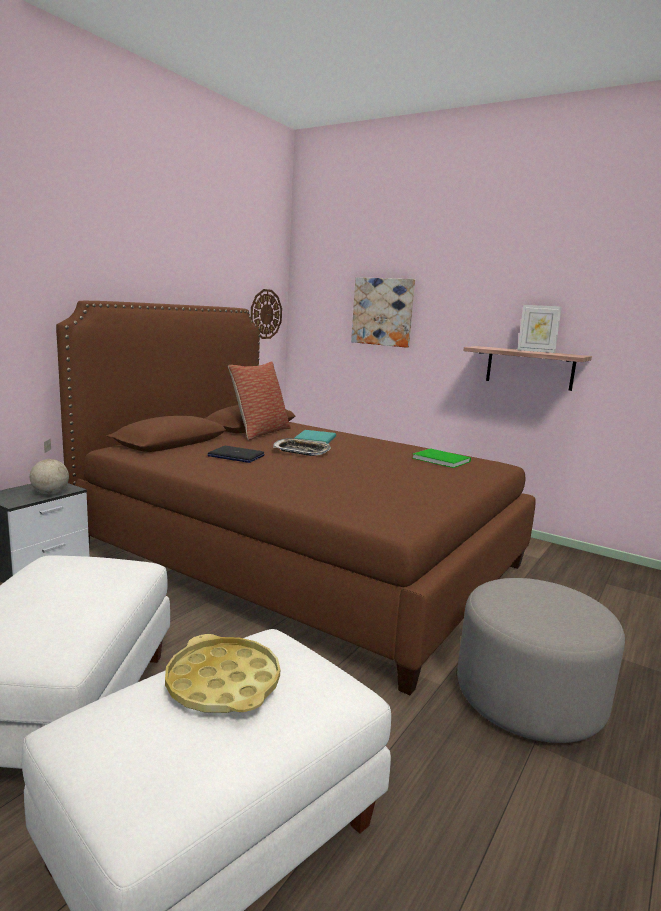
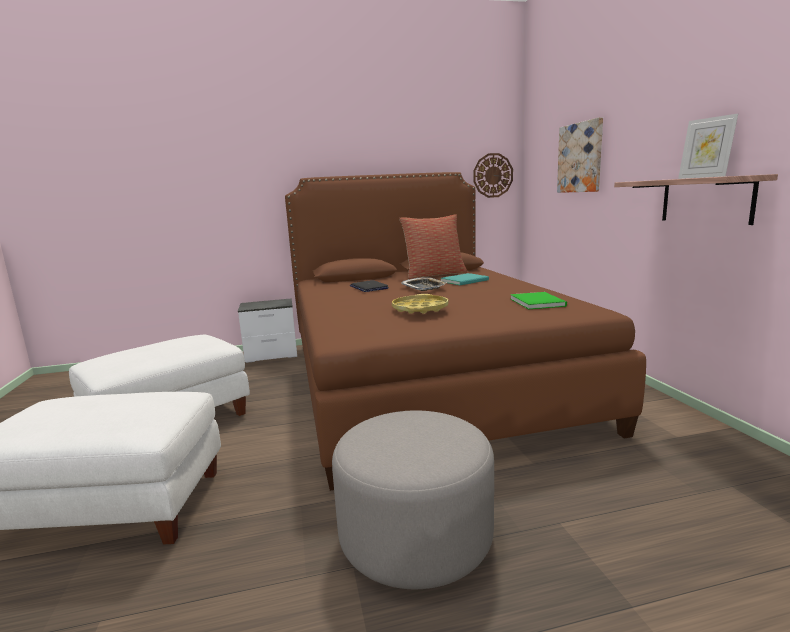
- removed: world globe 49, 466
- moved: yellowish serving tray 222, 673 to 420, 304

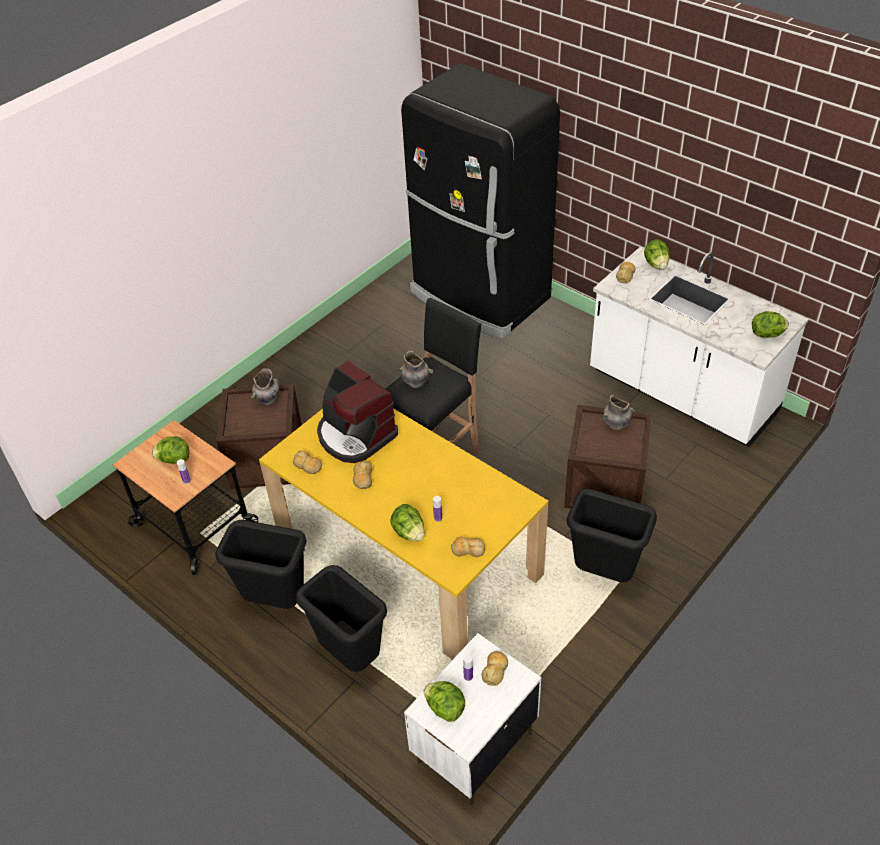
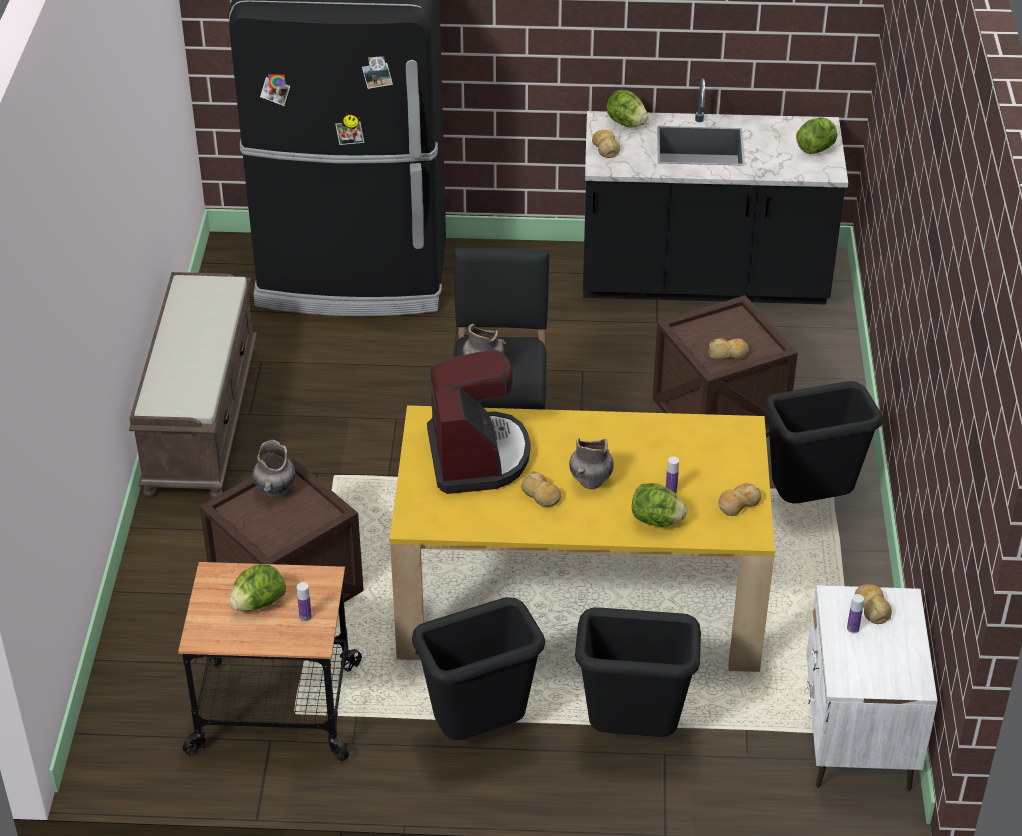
- removed: head of lettuce 444, 701
- added: brown indoor bench 193, 385
- moved: bread 307, 462 to 729, 349
- moved: grey vase 618, 412 to 591, 463
- recoloured: white counter 699, 347 to black counter 715, 191
- turned: coffee maker 357, 412 = 478, 421 105 degrees counterclockwise

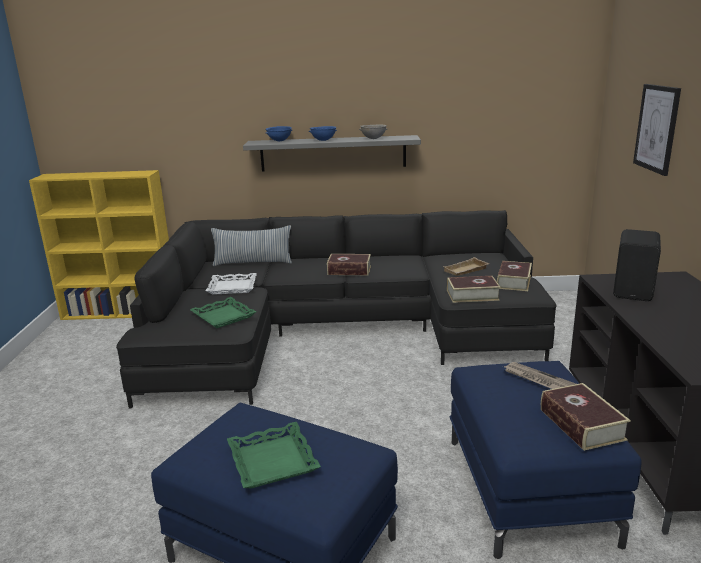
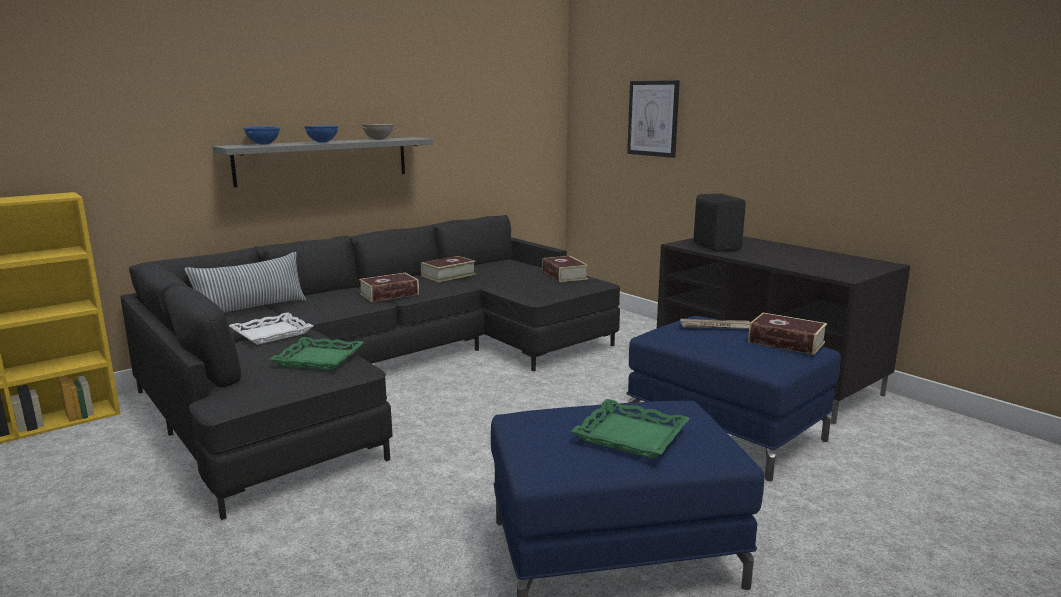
- removed: beige serving tray 466, 266
- moved: volume 473, 289 to 448, 269

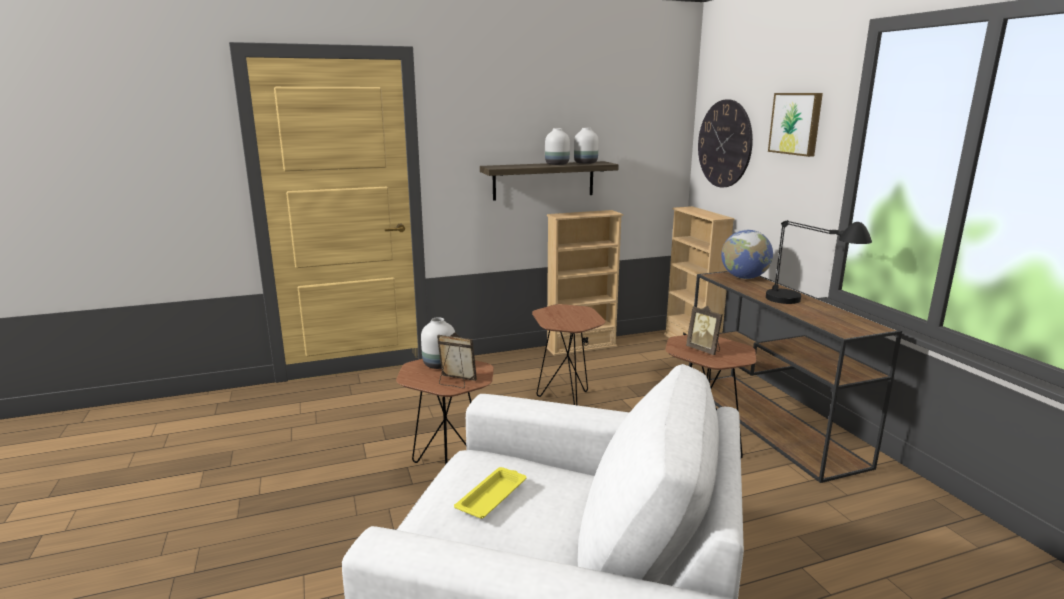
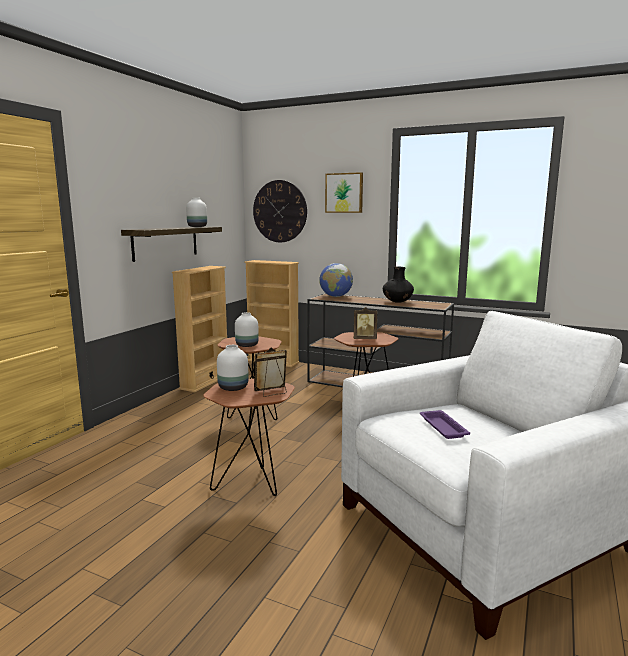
- moved: white vase 557, 146 to 247, 329
- replaced: black lamp for a table 819, 262 to black vase 398, 284
- recoloured: yellowish serving tray 490, 493 to purple-coloured serving tray 445, 424

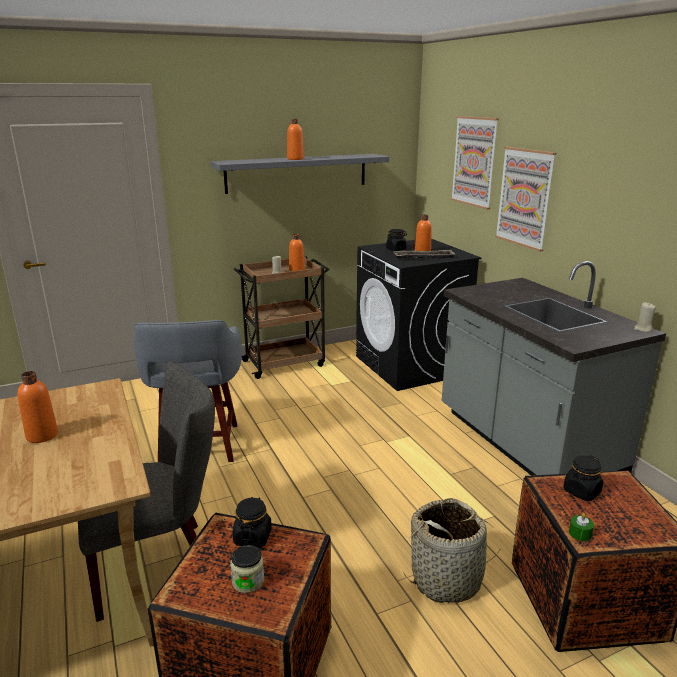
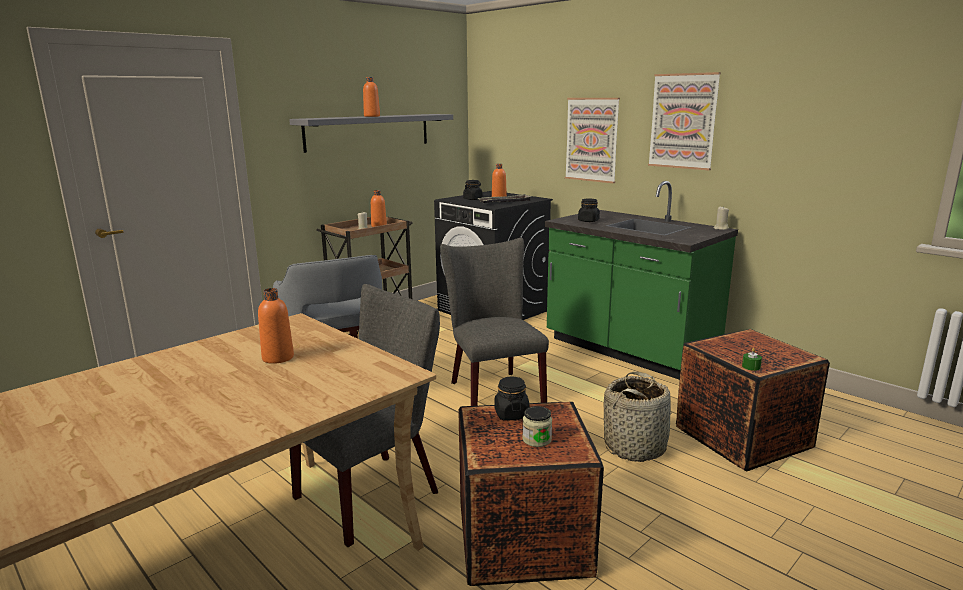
- added: grey plain chair 494, 322
- moved: wall picture 475, 162 to 684, 121
- moved: black jar 583, 478 to 589, 210
- recoloured: grey counter 554, 368 to green-coloured counter 641, 280

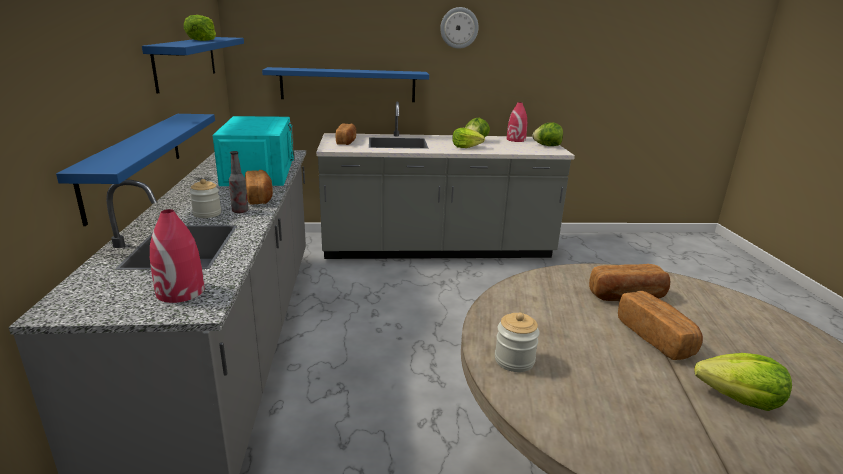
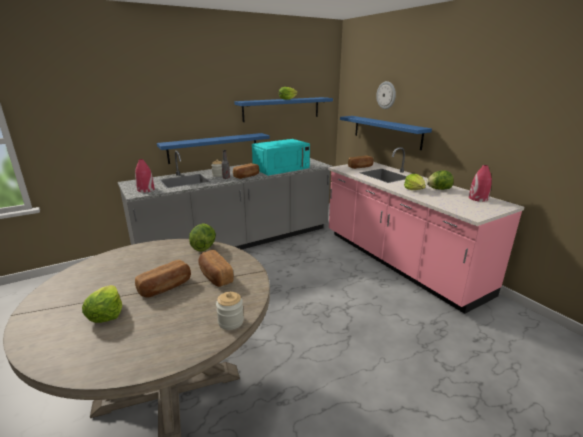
- moved: clock on the wall 459, 28 to 386, 95
- moved: jar 517, 342 to 230, 311
- moved: head of lettuce 547, 134 to 202, 237
- recoloured: grey counter 445, 180 to pink-coloured counter 426, 230

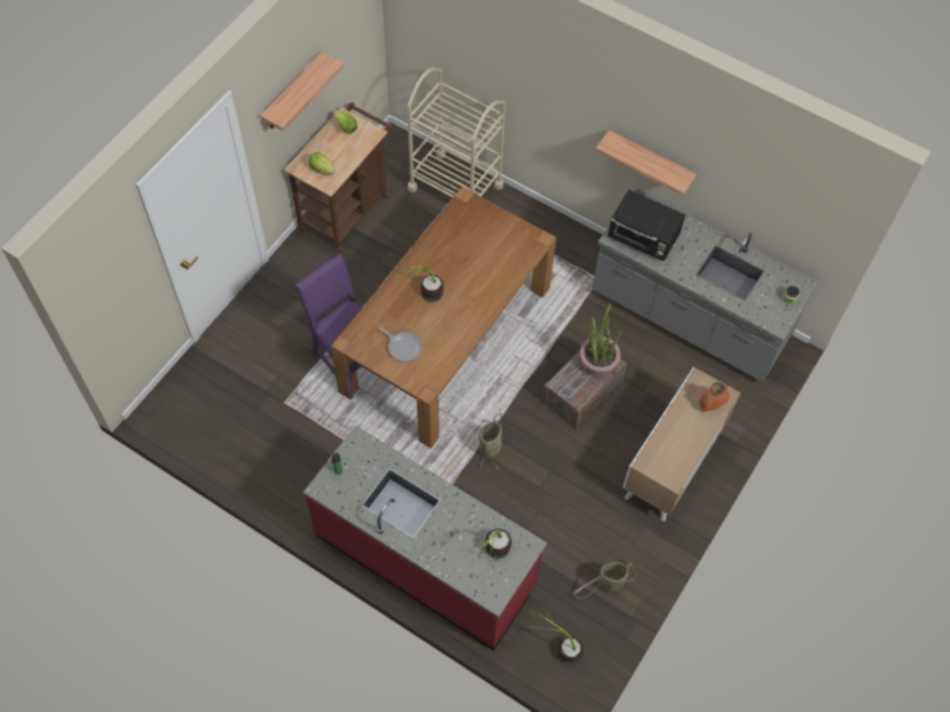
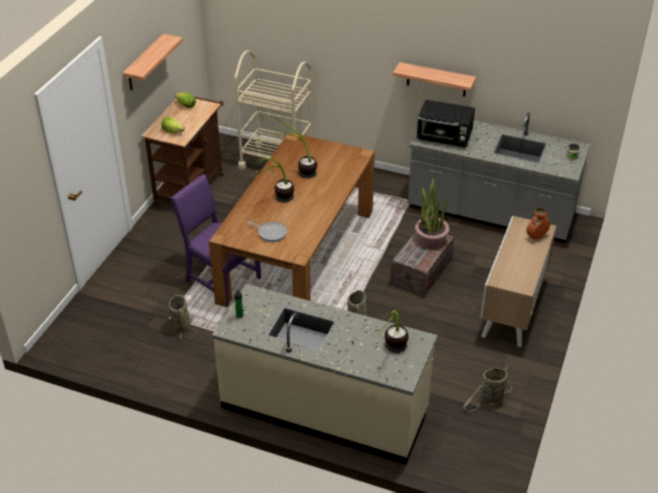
- added: basket 183, 318
- moved: plant in a pot 555, 635 to 294, 147
- recoloured: red-coloured counter 425, 538 to beige counter 325, 374

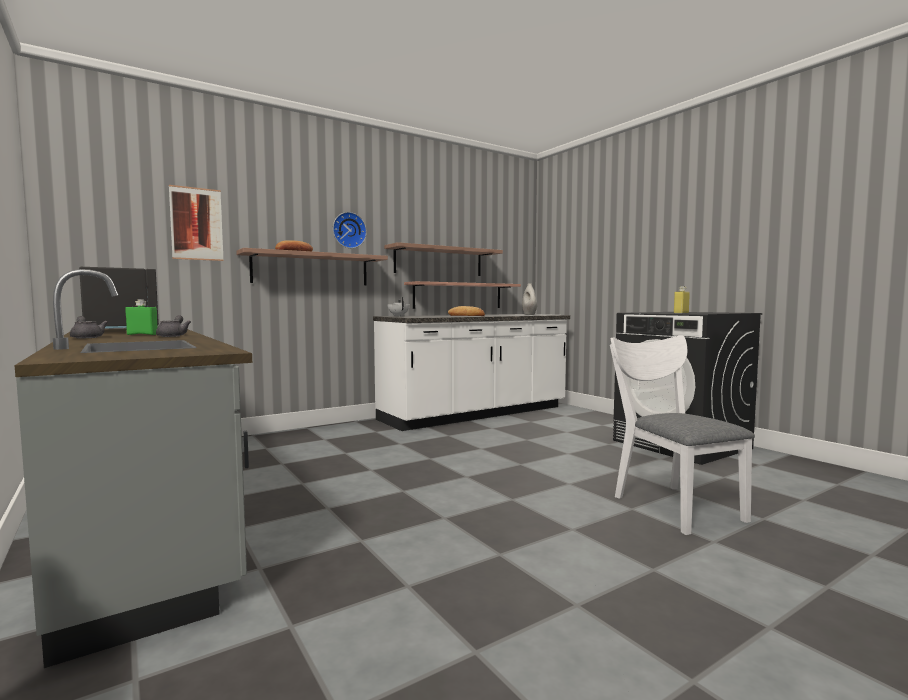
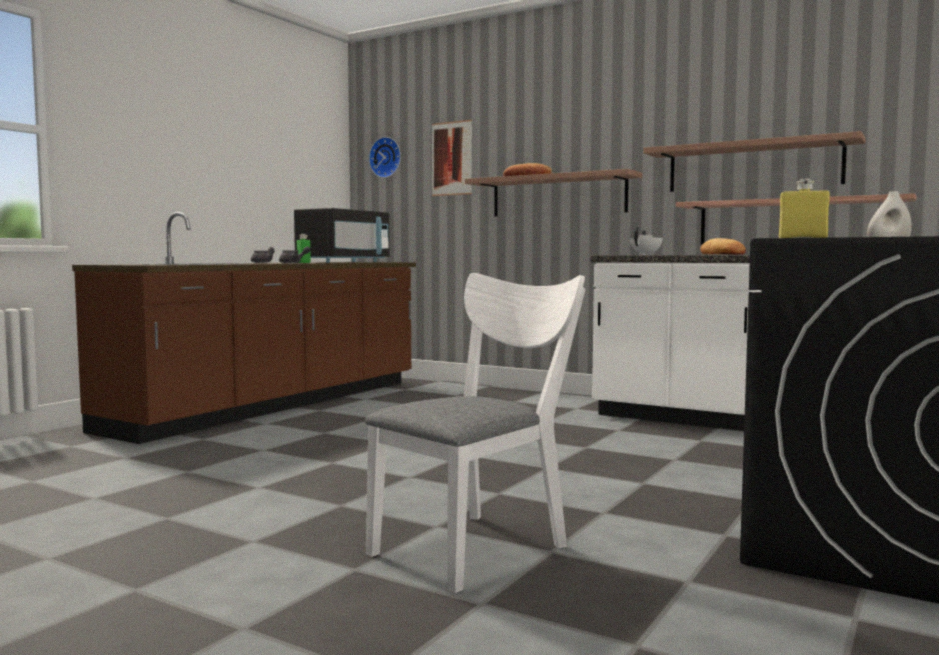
- moved: clock on the wall 350, 230 to 385, 157
- recoloured: grey counter 133, 468 to brown counter 244, 328

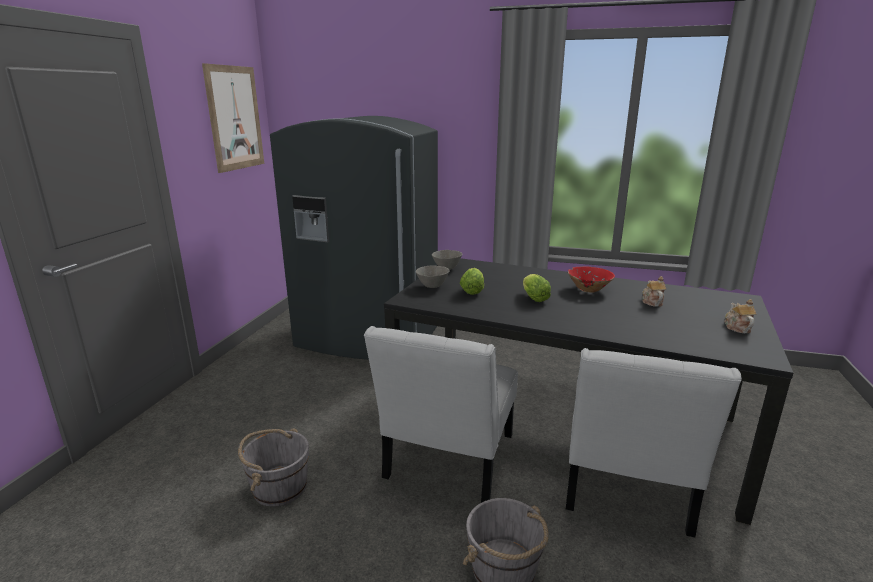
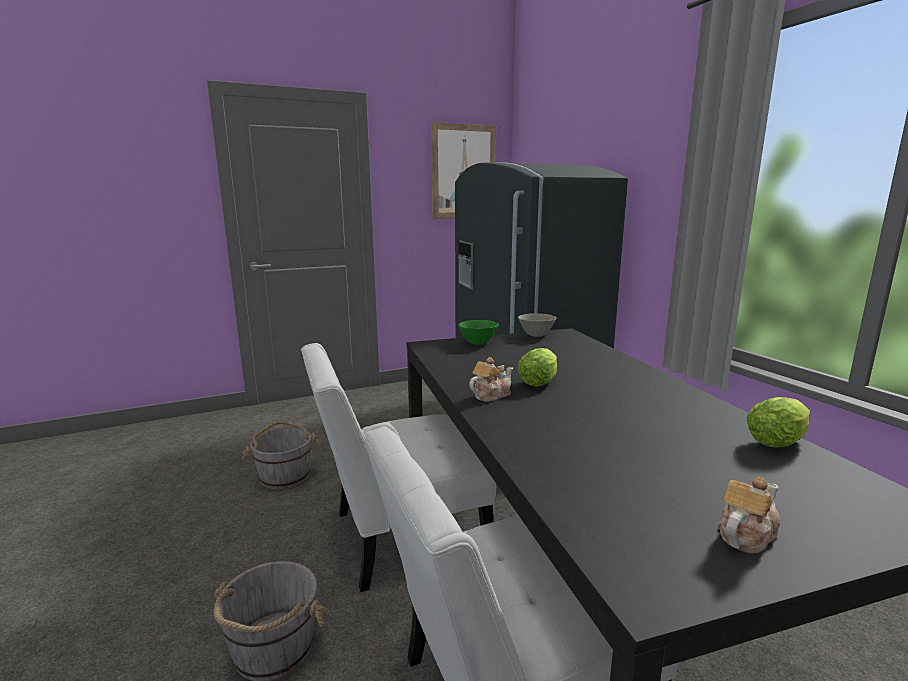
- removed: red-coloured serving bowl 591, 279
- moved: head of lettuce 472, 281 to 778, 422
- moved: tea pot 654, 291 to 491, 379
- recoloured: grey serving bowl 433, 276 to green-coloured serving bowl 478, 332

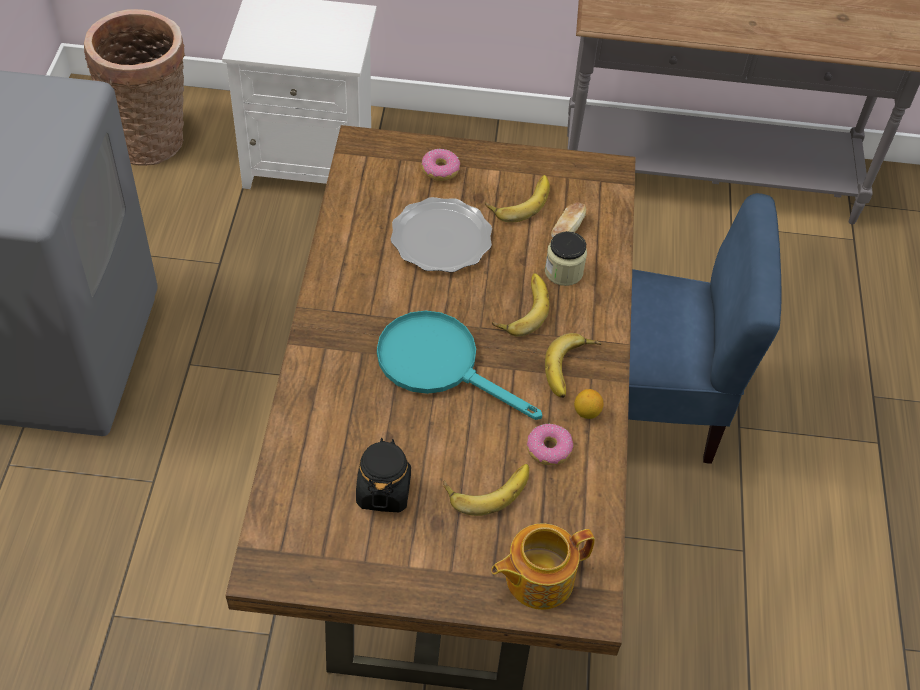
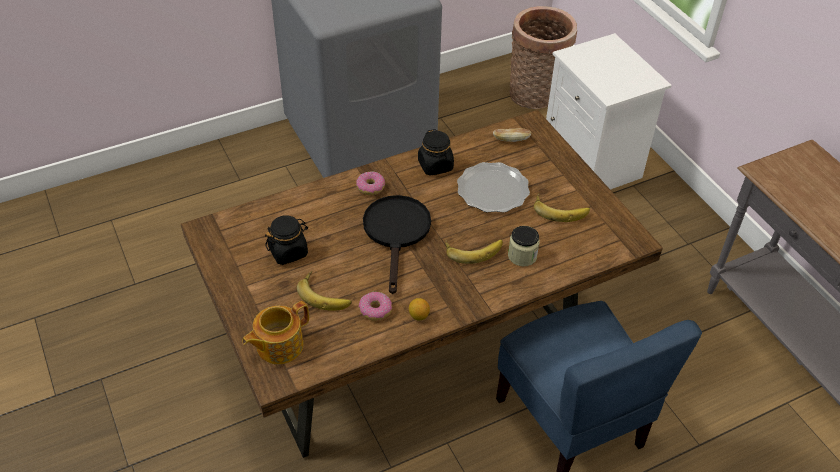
- removed: banana 573, 365
- added: black jar 436, 152
- moved: donut 440, 165 to 370, 183
- moved: bread 568, 219 to 512, 135
- recoloured: blue-green pan 459, 365 to black pan 397, 244
- turned: tea pot 543, 567 = 275, 332 75 degrees counterclockwise

